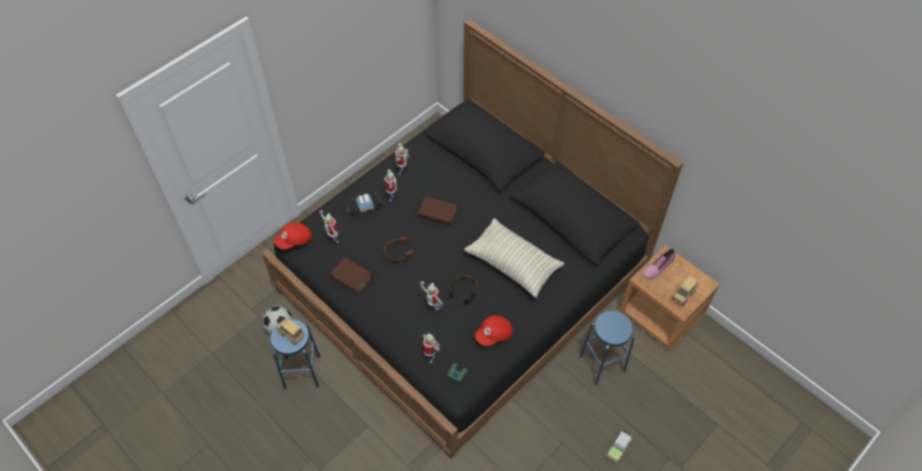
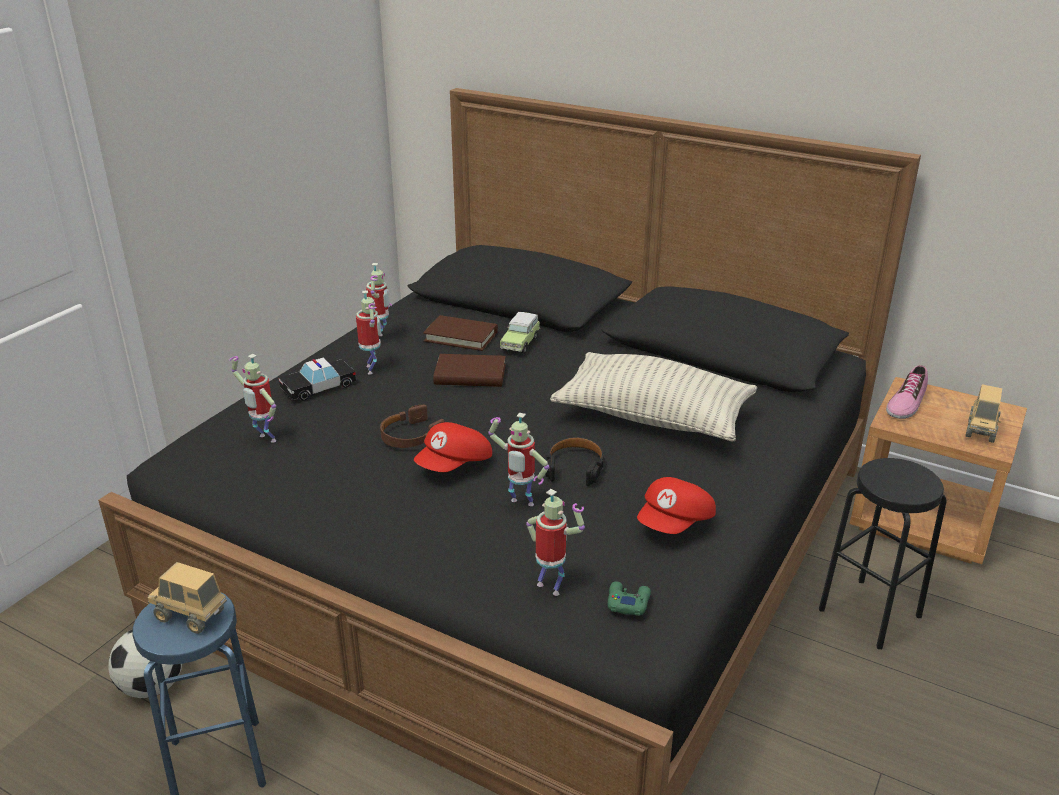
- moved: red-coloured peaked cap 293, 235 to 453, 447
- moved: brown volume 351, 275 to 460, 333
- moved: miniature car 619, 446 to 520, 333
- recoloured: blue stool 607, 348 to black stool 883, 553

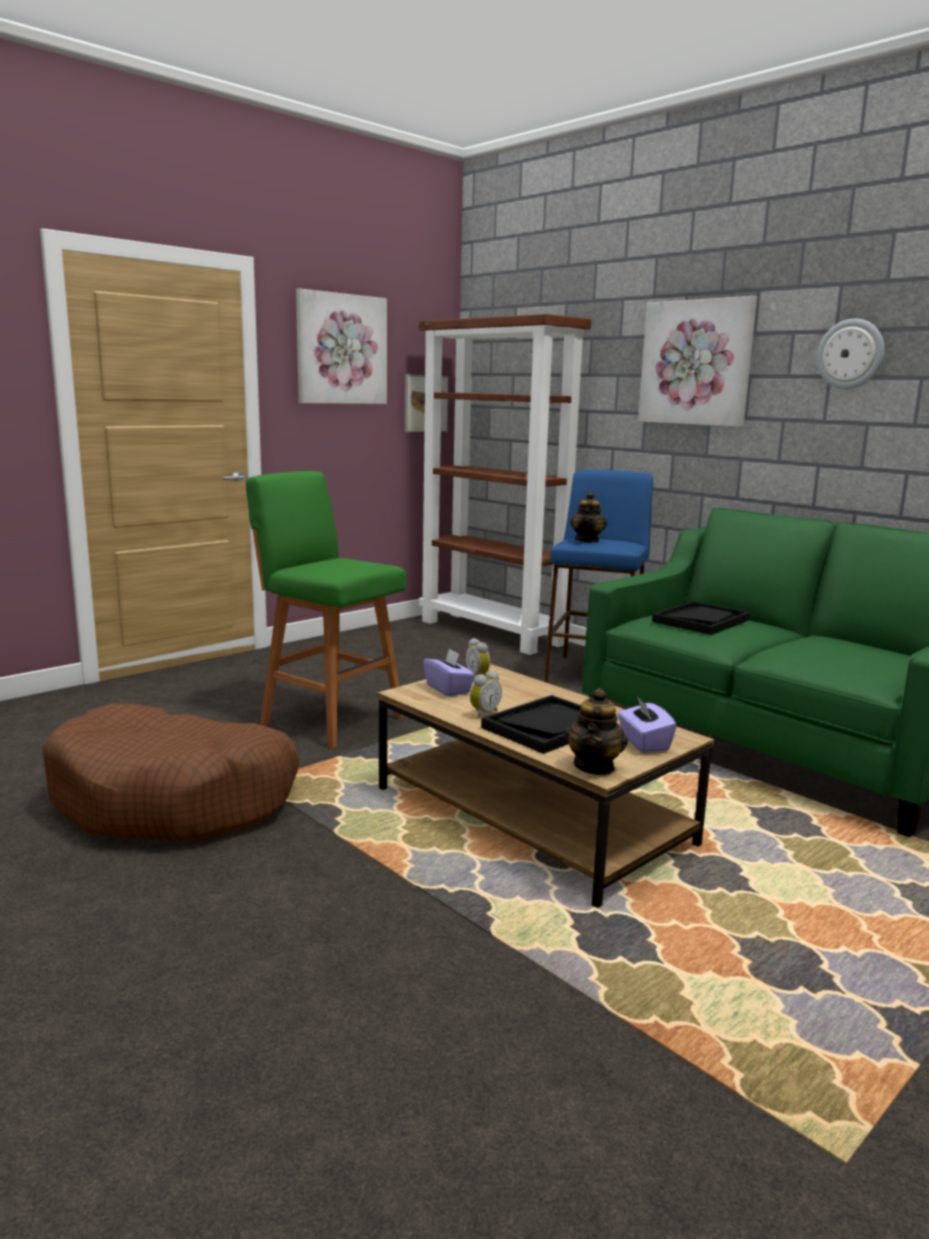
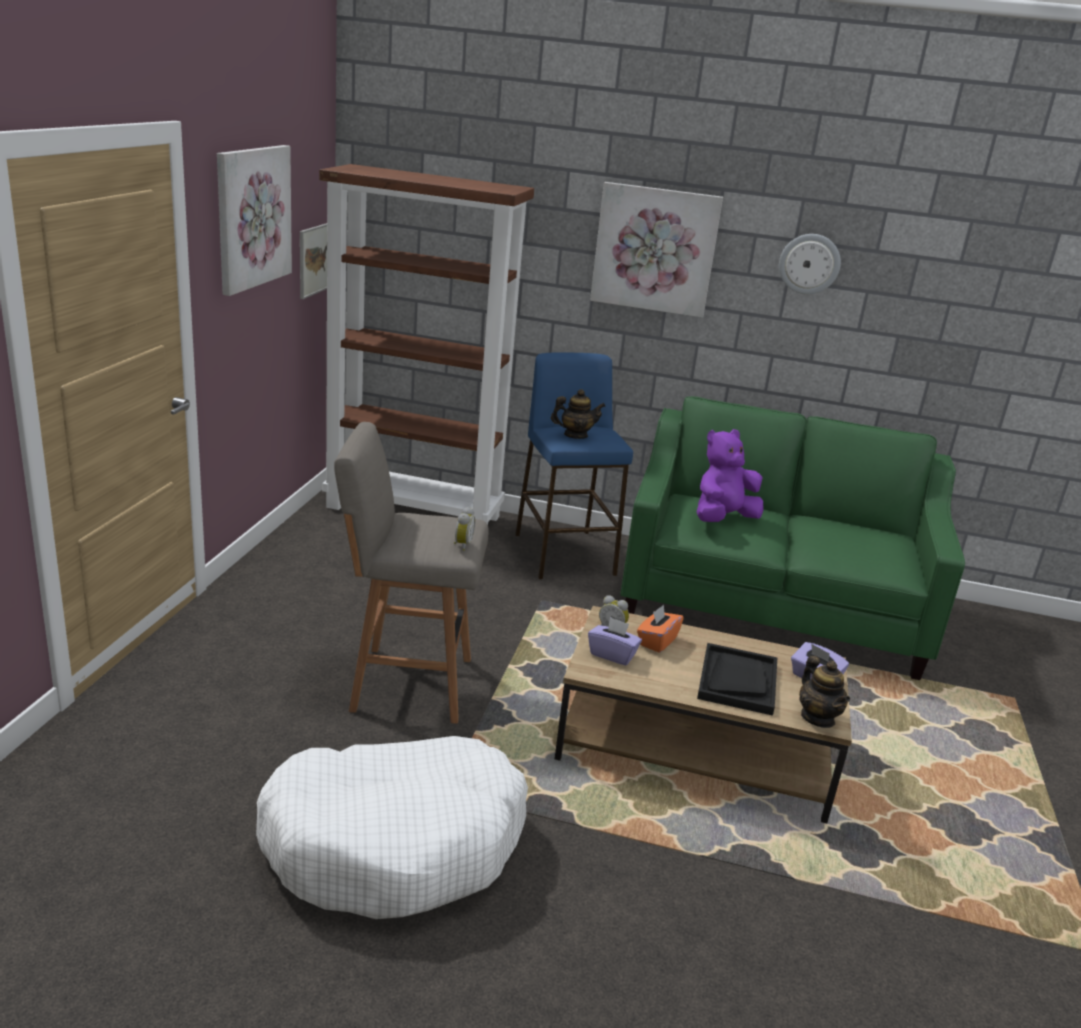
- added: orange box of tissues 660, 629
- moved: table clock 486, 694 to 464, 529
- replaced: black serving tray 701, 618 to purple-coloured soft toy 730, 475
- recoloured: brown dog bed 170, 772 to white dog bed 392, 827
- recoloured: green-coloured stool 326, 610 to grey stool 411, 573
- turned: tea pot 588, 517 = 578, 414 75 degrees counterclockwise

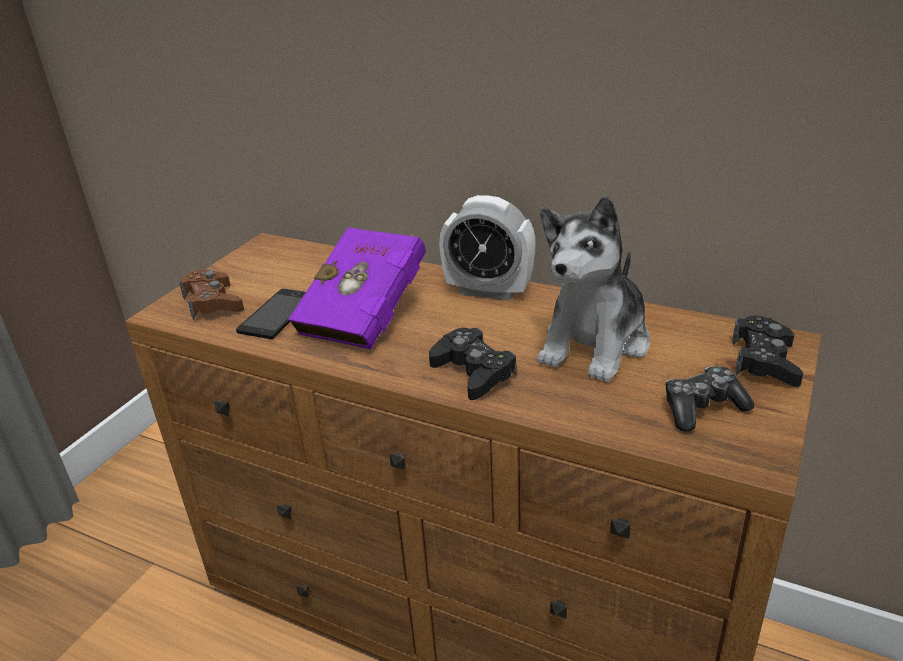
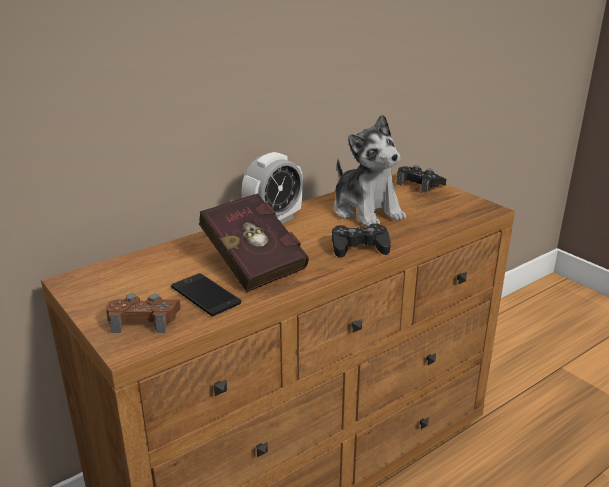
- removed: gamepad 710, 399
- recoloured: purple-coloured volume 357, 288 to red-coloured volume 254, 242

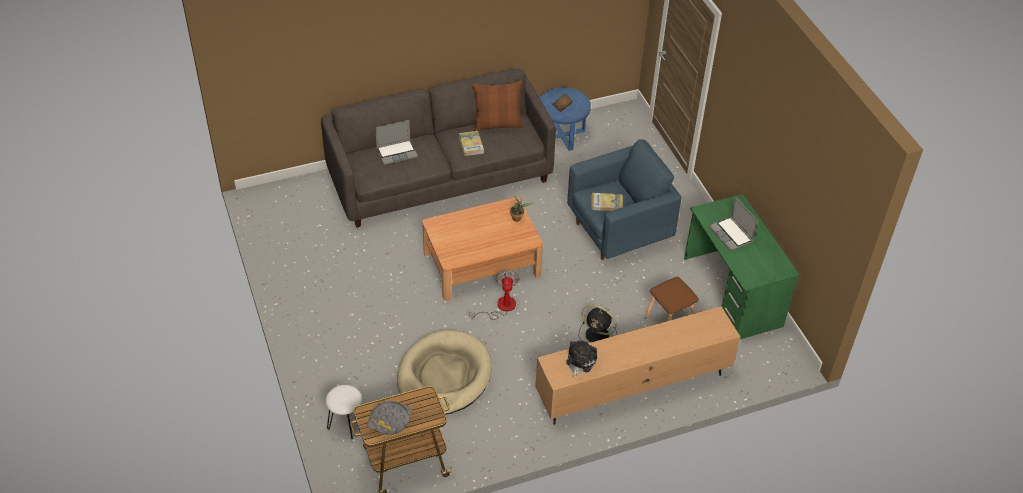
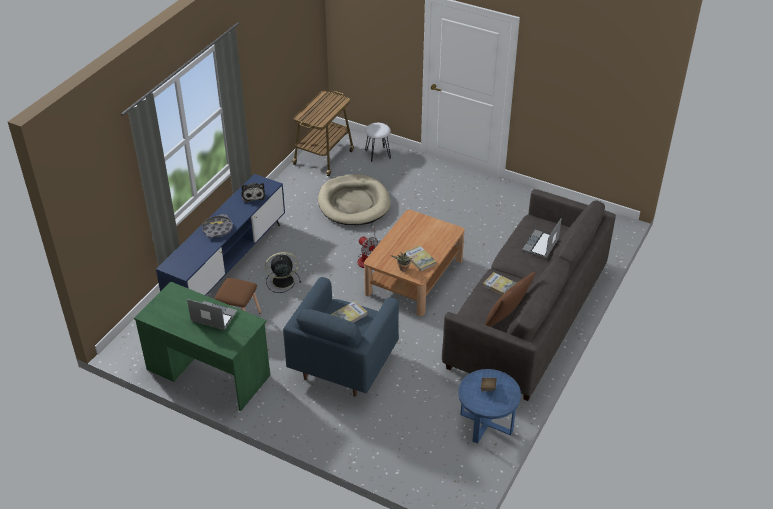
- added: volume 420, 258
- moved: grey serving tray 389, 418 to 217, 226
- recoloured: brown tv stand 637, 365 to blue tv stand 220, 234

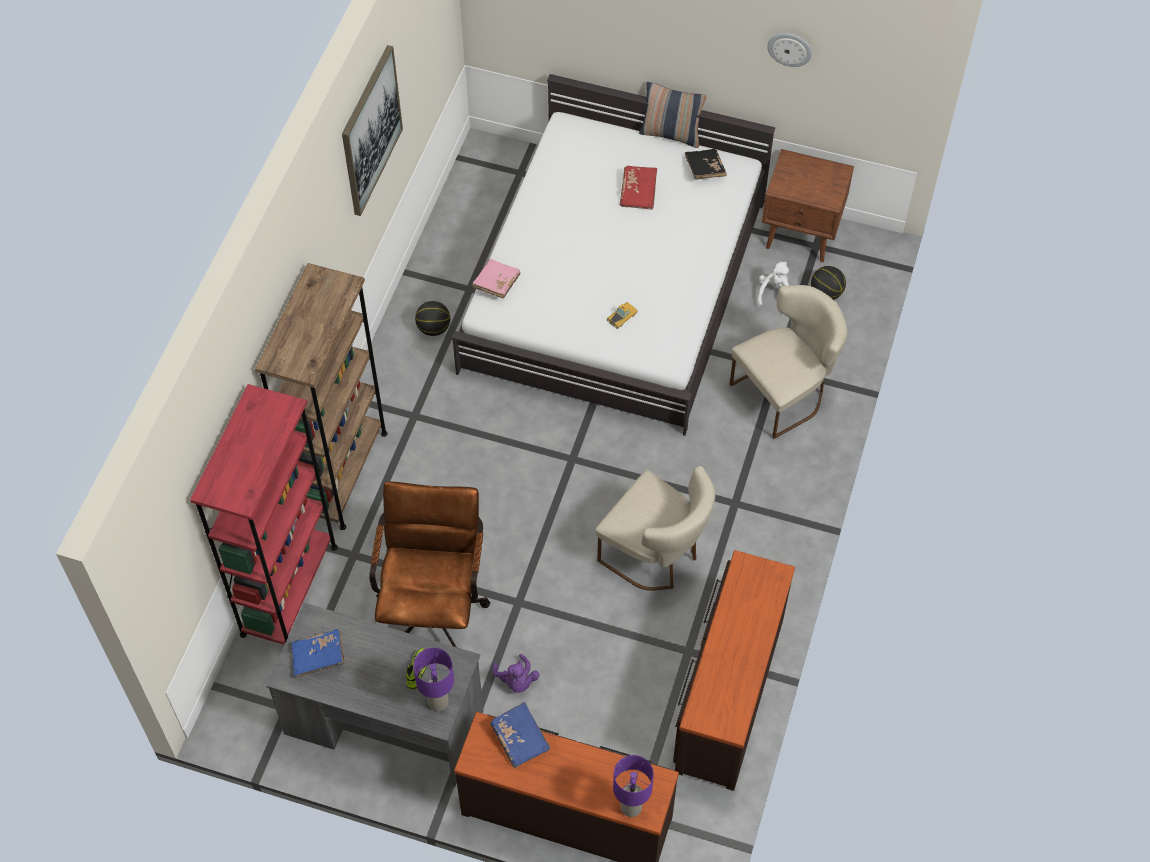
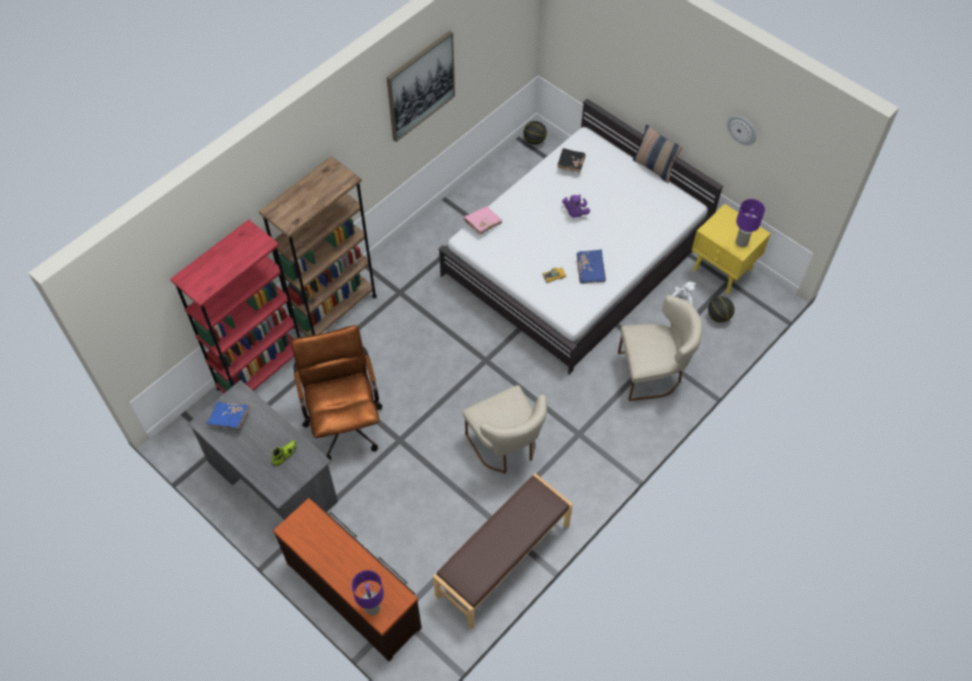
- removed: red-coloured volume 638, 187
- moved: purple-coloured lamp for a table 433, 679 to 750, 223
- moved: ball for basketball 432, 318 to 535, 133
- moved: blue volume 520, 735 to 591, 267
- moved: purple-coloured soft toy 516, 673 to 576, 206
- moved: black volume 705, 164 to 571, 160
- replaced: brown drawer chest 734, 670 to brown indoor bench 503, 551
- recoloured: brown bedside table 808, 205 to yellowish bedside table 731, 249
- turned: brown computer chair 429, 564 = 337, 392 45 degrees counterclockwise

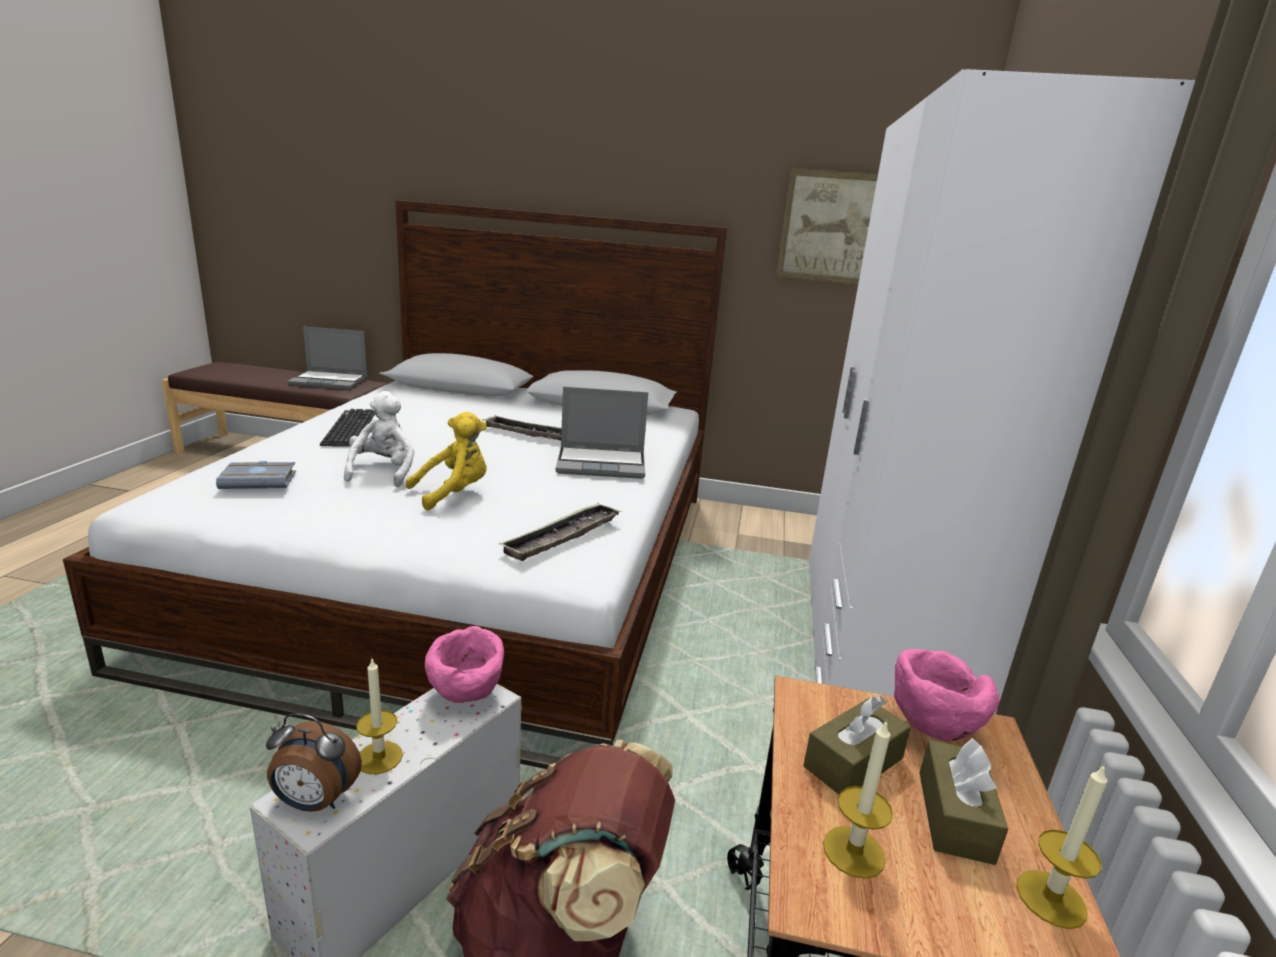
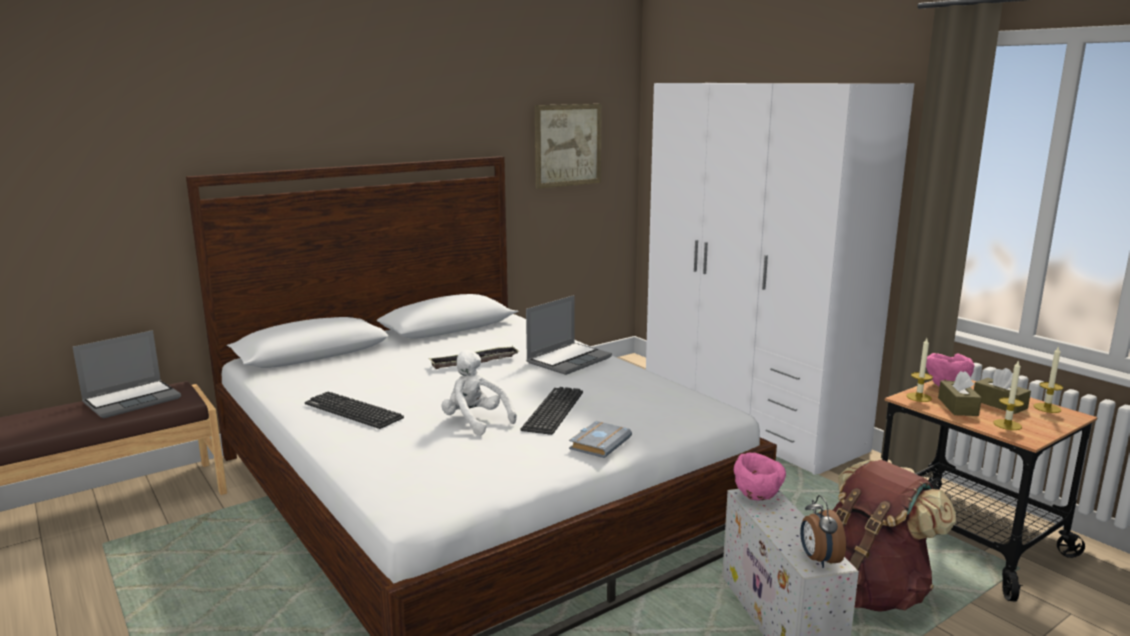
- removed: serving tray 560, 532
- moved: grey volume 256, 475 to 600, 439
- moved: candle 379, 715 to 919, 370
- replaced: yellowish soft toy 446, 461 to keyboard 551, 411
- turned: table clock 314, 762 = 823, 531 120 degrees clockwise

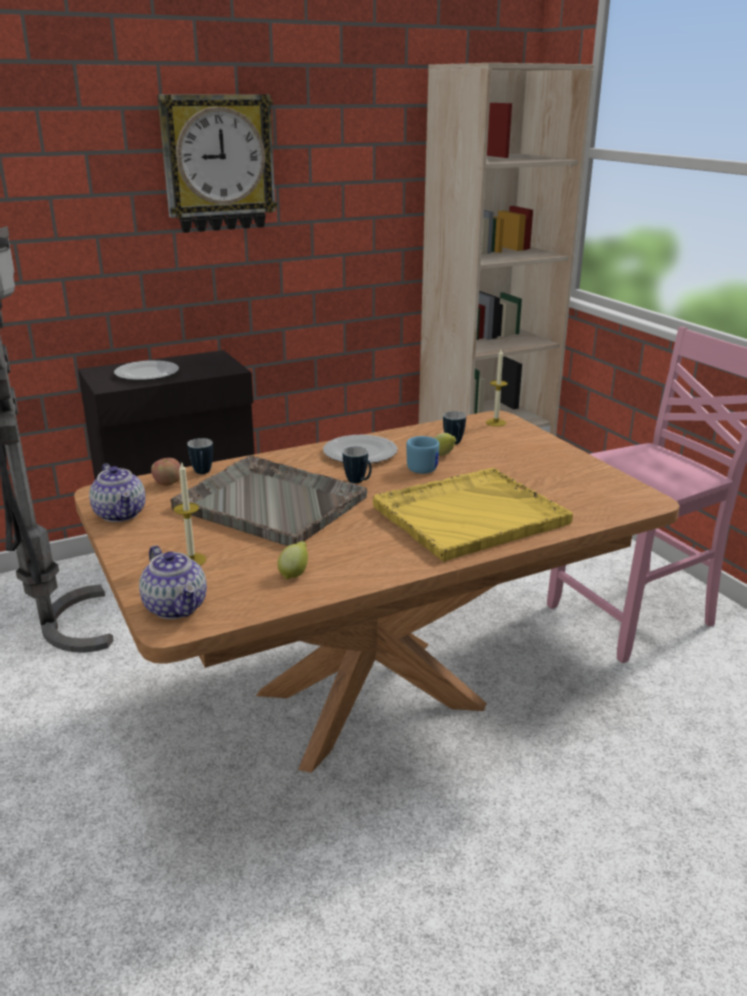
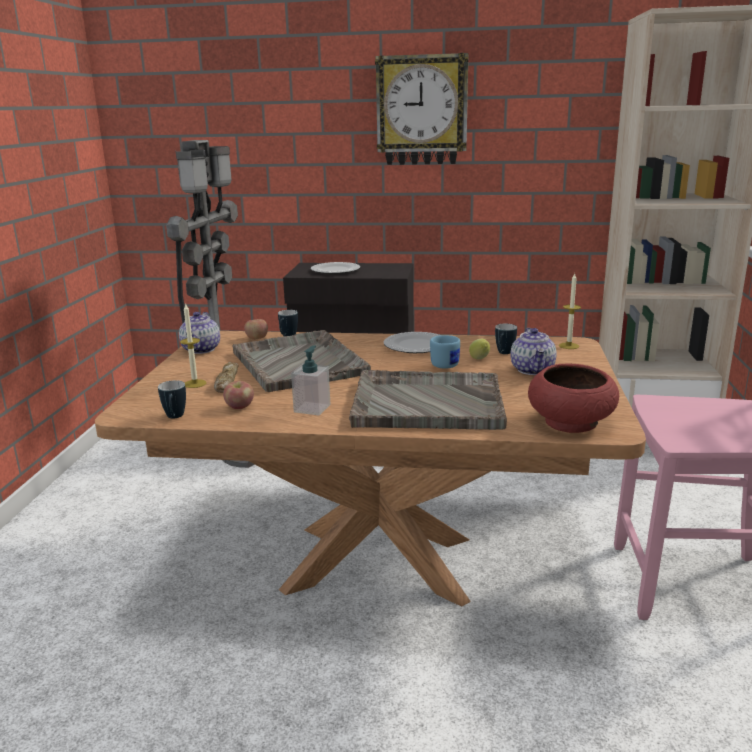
- added: bread 226, 377
- added: liquid soap bottle 310, 380
- added: red-coloured serving bowl 573, 398
- moved: tea pot 173, 582 to 534, 351
- moved: mug 357, 464 to 172, 399
- replaced: citrus fruit 292, 560 to apple 238, 395
- recoloured: yellowish serving tray 473, 515 to grey serving tray 428, 400

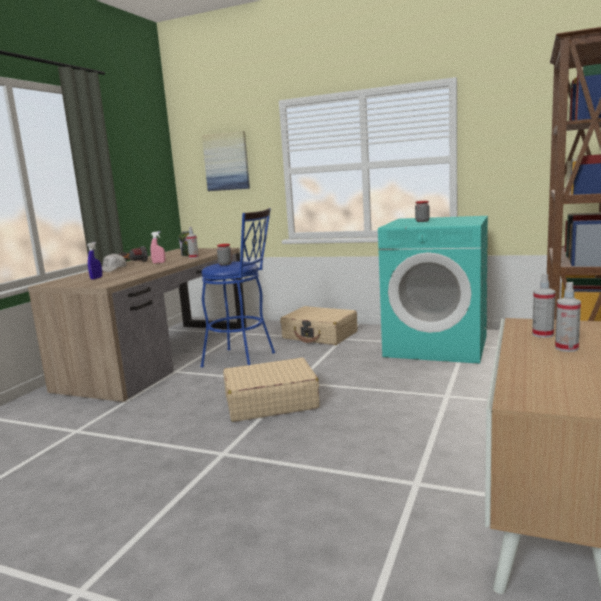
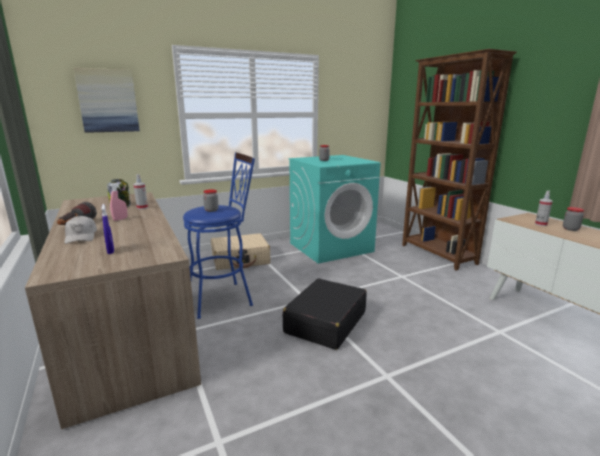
- replaced: spray bottle 568, 317 to jar 573, 219
- recoloured: beige travel case 271, 390 to black travel case 325, 314

